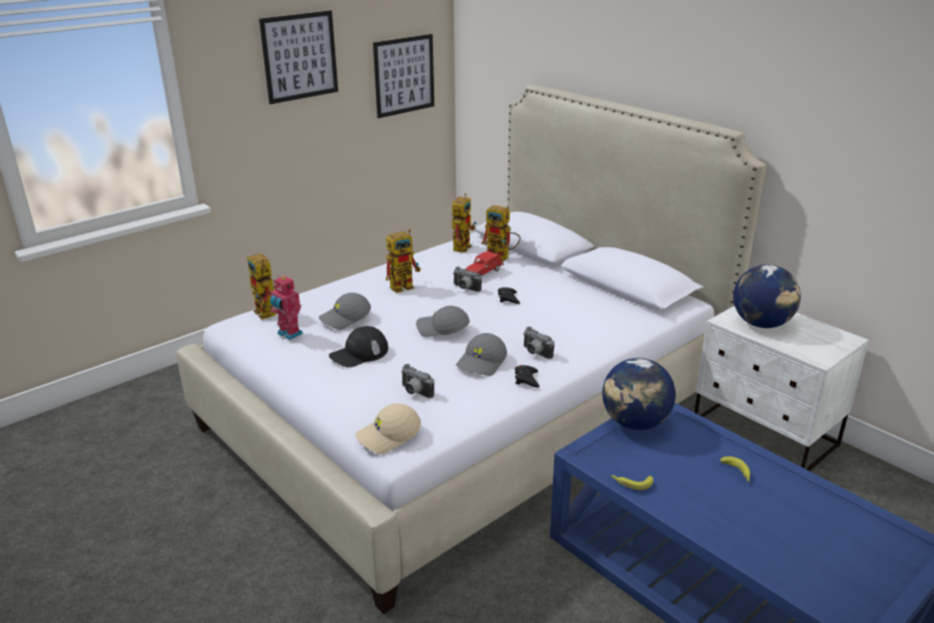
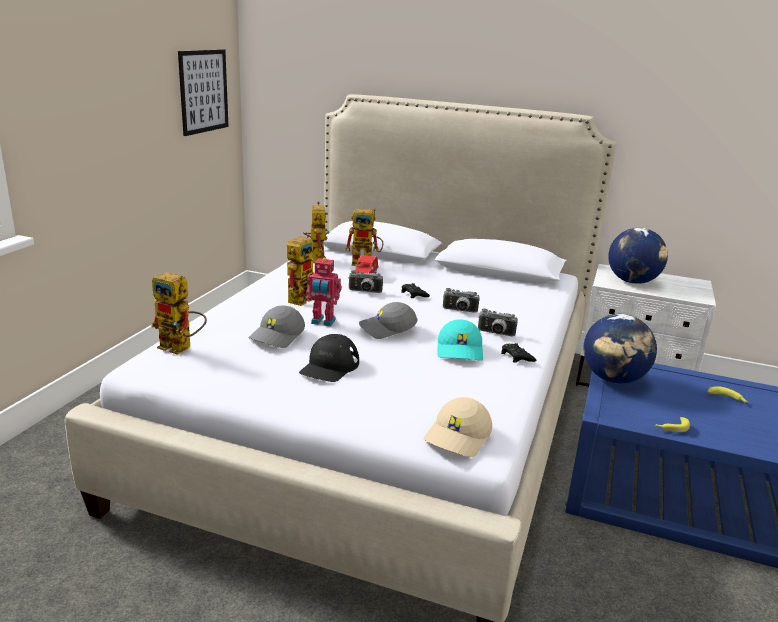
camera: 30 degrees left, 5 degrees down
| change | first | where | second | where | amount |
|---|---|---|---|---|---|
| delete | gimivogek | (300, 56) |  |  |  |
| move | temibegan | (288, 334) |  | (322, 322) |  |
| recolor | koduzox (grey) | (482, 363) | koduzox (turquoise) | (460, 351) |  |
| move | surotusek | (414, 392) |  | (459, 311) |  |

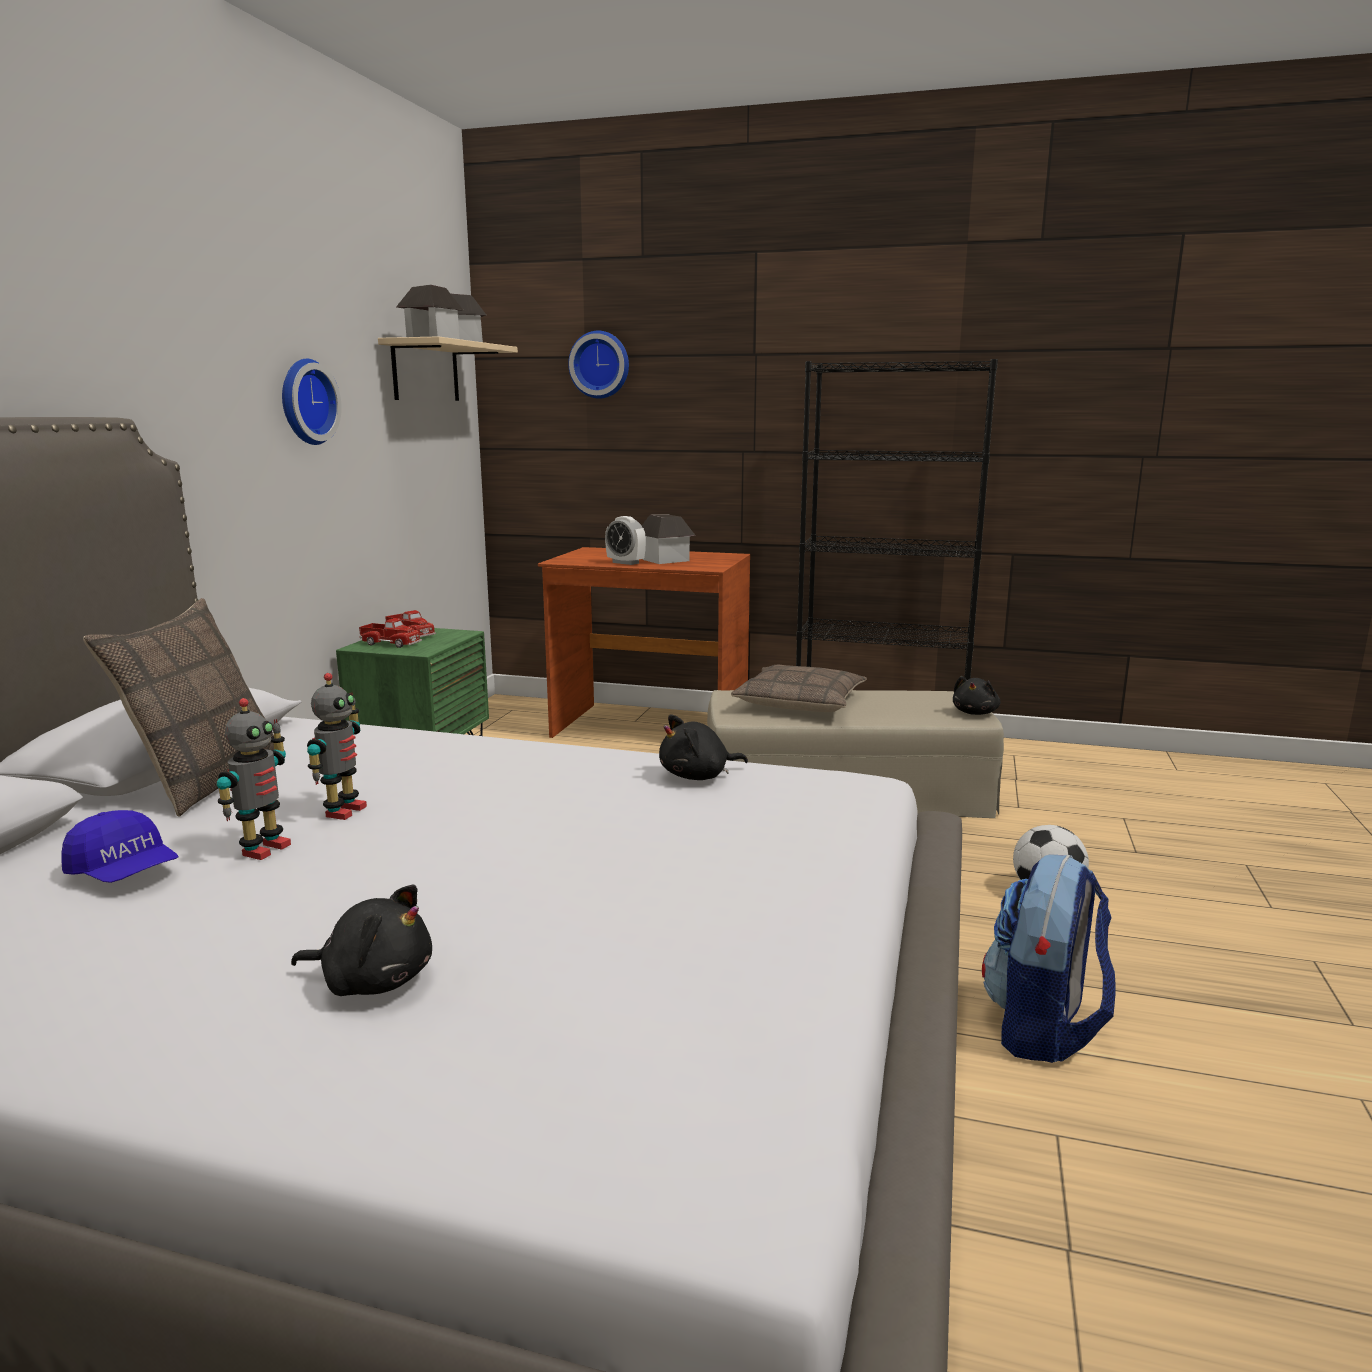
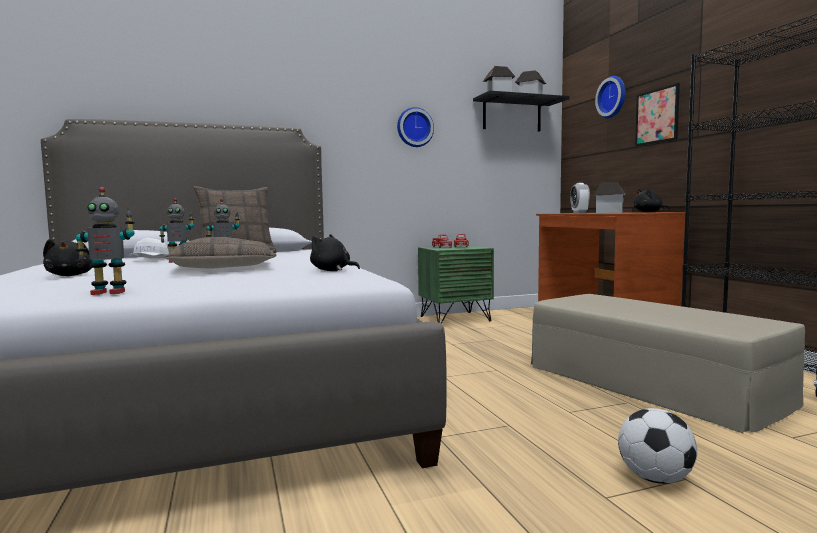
camera: 55 degrees right, 10 degrees down
| change | first | where | second | where | amount |
|---|---|---|---|---|---|
| recolor | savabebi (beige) | (425, 372) | savabebi (black) | (512, 115) |  |
| move | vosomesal | (800, 702) |  | (226, 267) |  |
| move | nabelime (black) | (975, 713) |  | (649, 212) |  |
| recolor | koduzox (blue) | (124, 873) | koduzox (white) | (149, 260) |  |
| delete | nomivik | (1043, 1029) |  |  |  |
| insert |  |  | gimivogek | (657, 116) |  |
| insert |  |  | temibegan | (109, 292) |  |

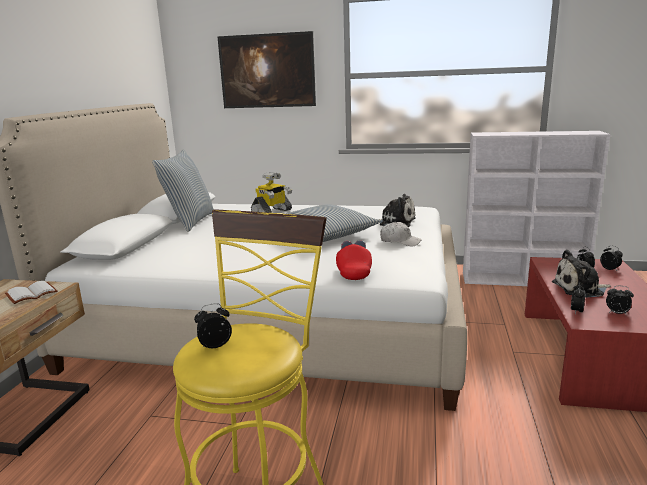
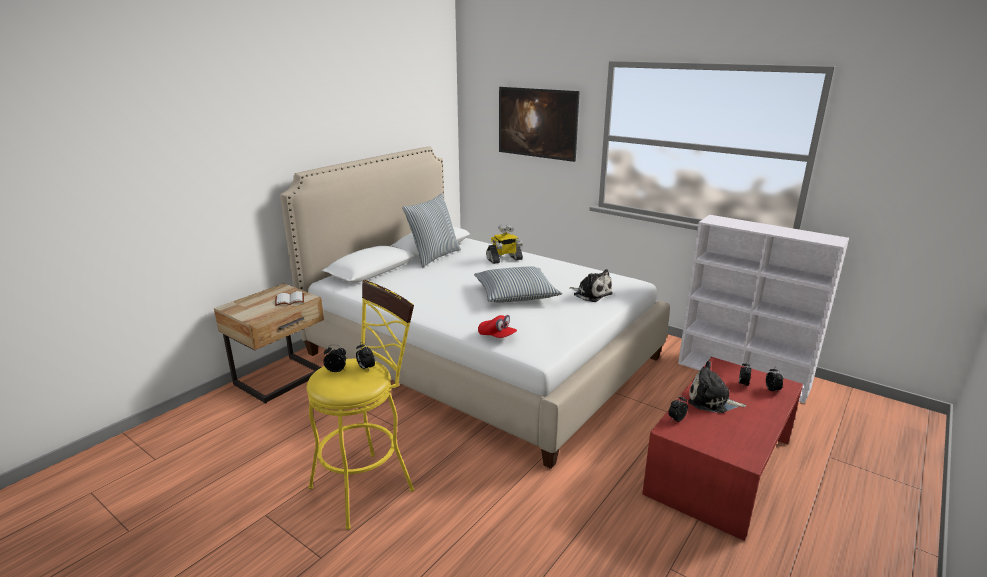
camera: 25 degrees right, 5 degrees up
| change | first | where | second | where | amount |
|---|---|---|---|---|---|
| delete | koduzox (white) | (400, 241) |  |  |  |
| rotate | koduzox (red) | (354, 272) |  | (497, 336) | 105 degrees clockwise |
| move | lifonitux | (617, 313) |  | (365, 368) |  |

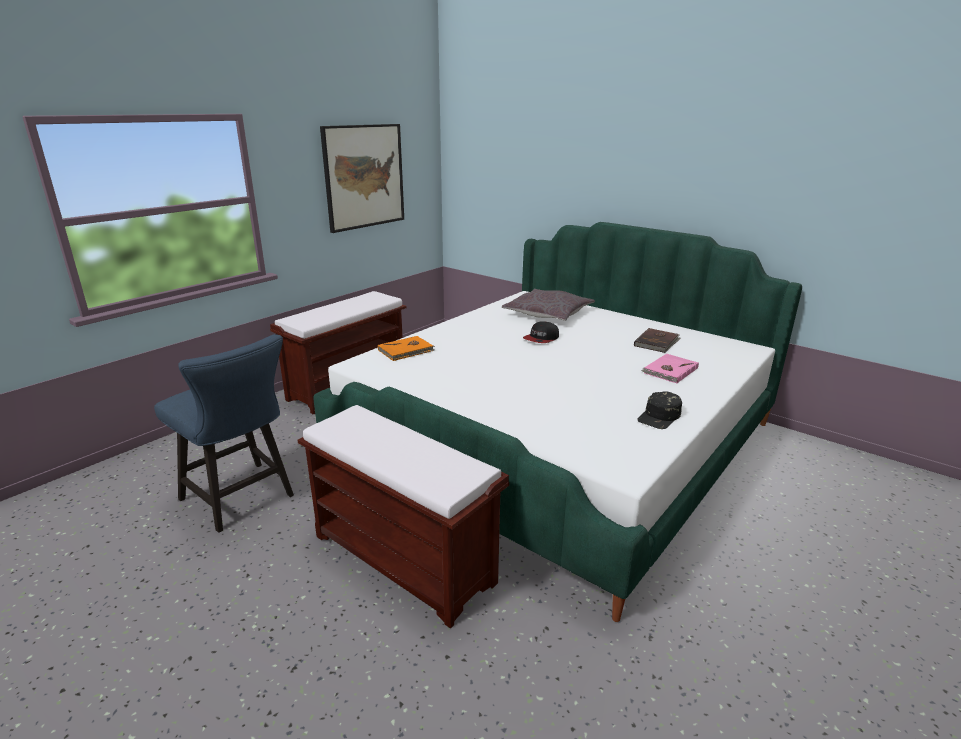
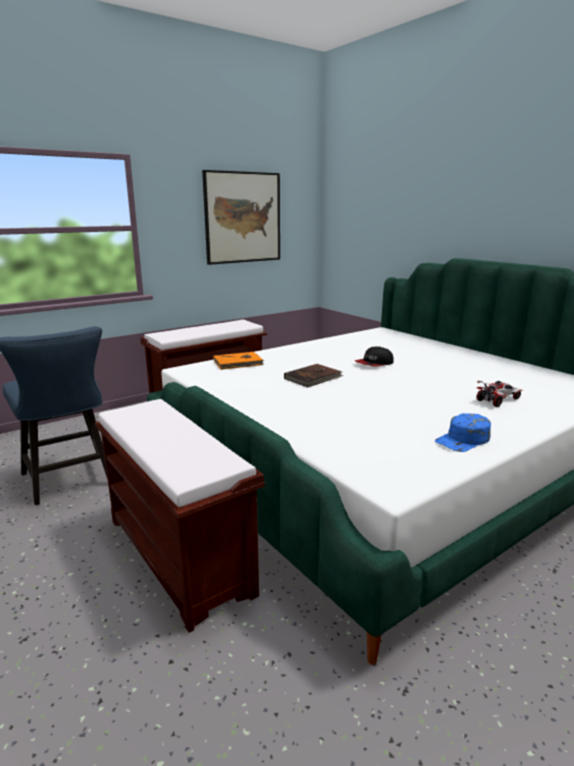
camera: 15 degrees right, 5 degrees down
| change | first | where | second | where | amount |
|---|---|---|---|---|---|
| delete | vosomesal (grey) | (548, 314) |  |  |  |
| move | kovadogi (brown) | (657, 342) |  | (313, 378) |  |
| replace | kovadogi (pink) | (669, 370) | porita | (498, 400) |  |
| recolor | koduzox (black) | (659, 417) | koduzox (blue) | (463, 440) |  |

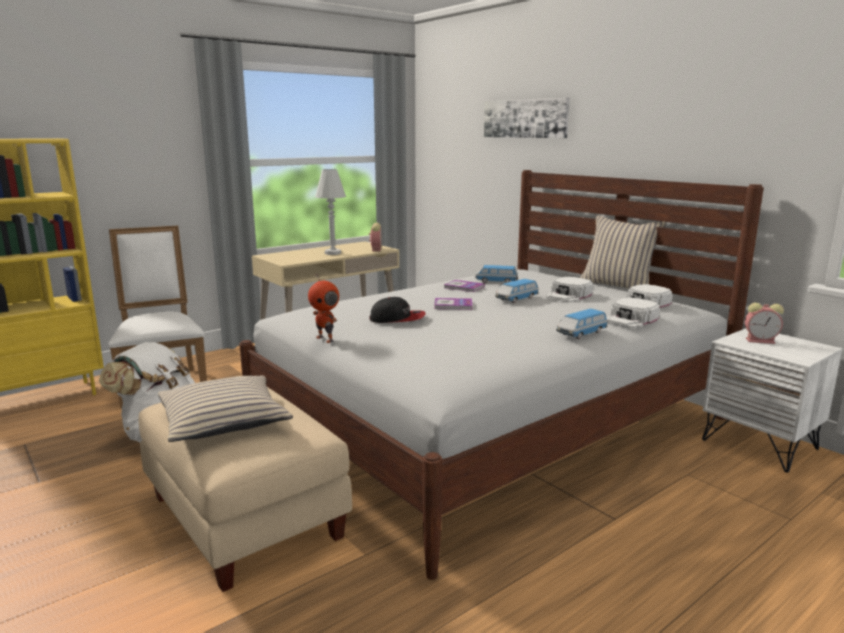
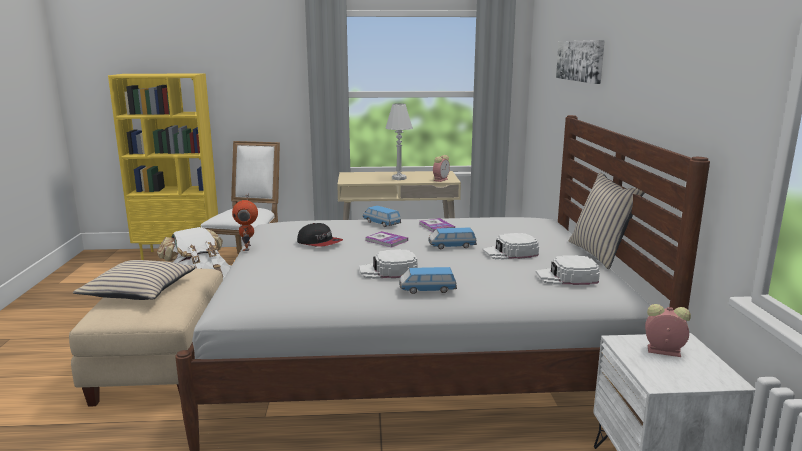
camera: 35 degrees right, 0 degrees up
| change | first | where | second | where | amount |
|---|---|---|---|---|---|
| move | porita | (496, 281) |  | (381, 223) |  |
| move | koduzox (white) | (631, 319) |  | (388, 271) |  |
| rotate | lifonitux | (761, 341) |  | (662, 351) | 150 degrees clockwise |

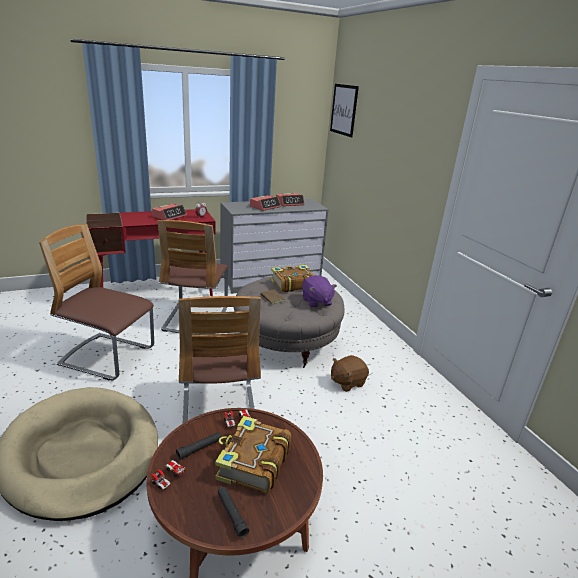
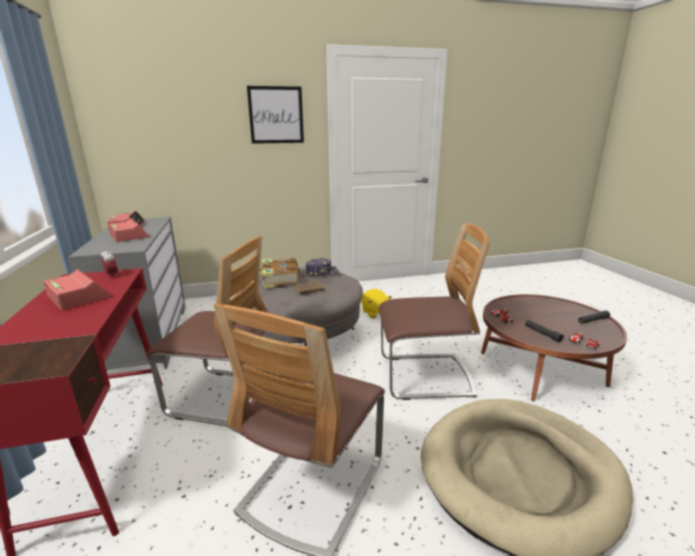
camera: 80 degrees left, 5 degrees down
| change | first | where | second | where | amount |
|---|---|---|---|---|---|
| move | gimivogek | (344, 110) |  | (276, 115) |  |
| replace | nabelime (purple) | (316, 302) | koduzox | (322, 273) |  |
| recolor | nabelime (brown) | (347, 382) | nabelime (yellow) | (375, 313) |  |
| delete | kovadogi | (252, 463) |  |  |  |

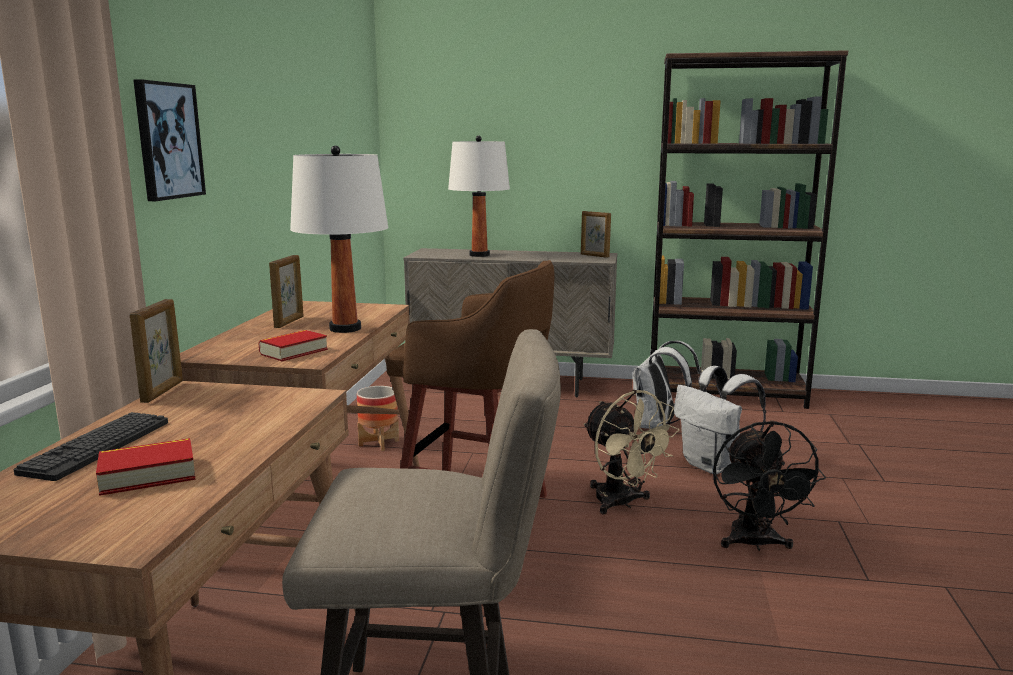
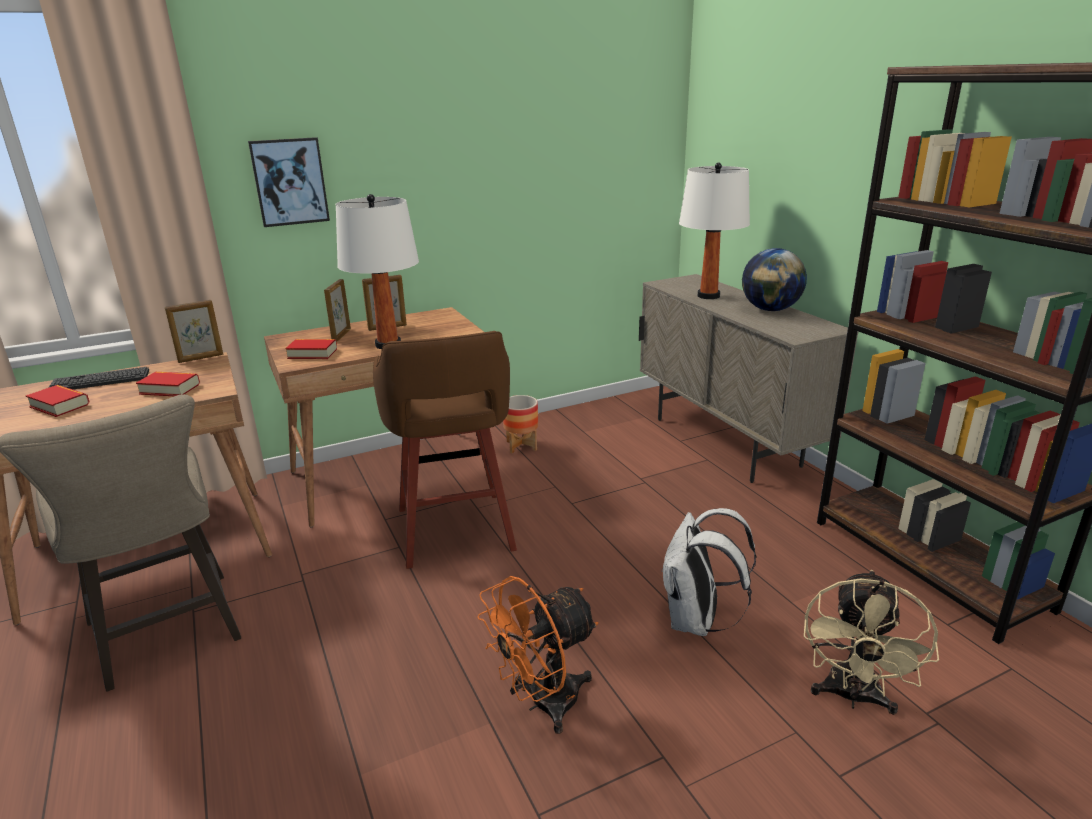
camera: 55 degrees right, 10 degrees up
| change | first | where | second | where | amount |
|---|---|---|---|---|---|
| move | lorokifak | (594, 256) |  | (341, 335) |  |
| delete | nomivik (white) | (658, 426) |  |  |  |
| move | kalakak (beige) | (622, 503) |  | (852, 697) |  |
| recolor | kalakak (black) | (755, 544) | kalakak (orange) | (542, 704) |  |
| insert |  |  | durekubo | (770, 309) |  |
| insert |  |  | kovadogi | (170, 389) |  |

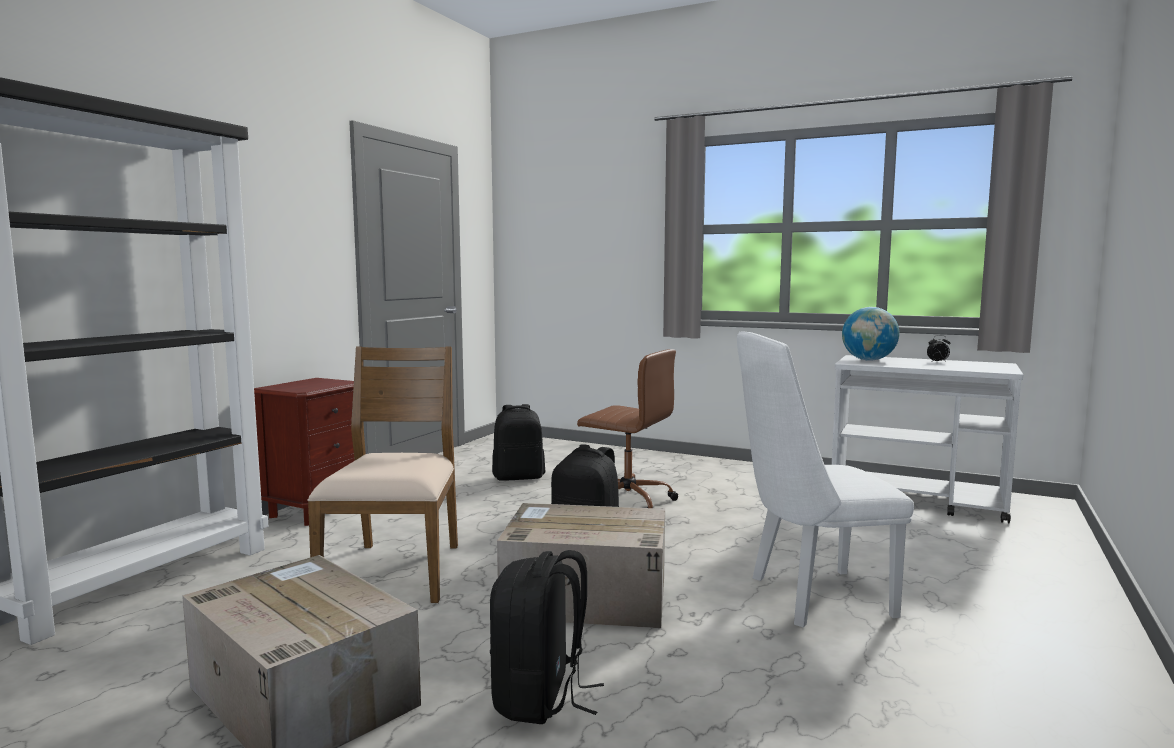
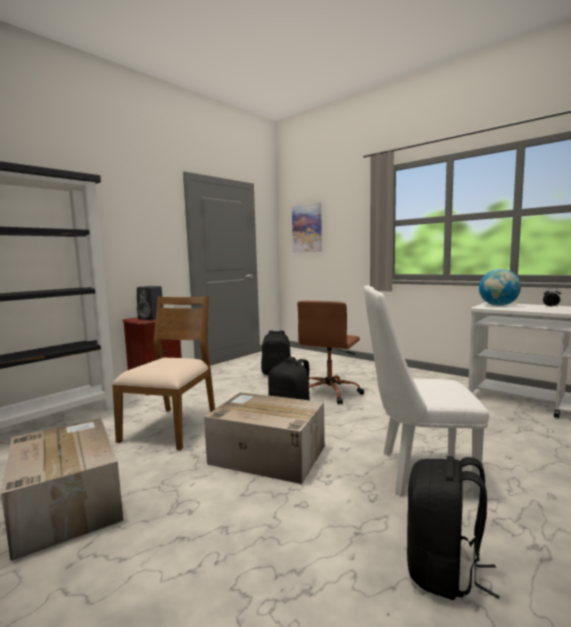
camera: 15 degrees right, 0 degrees up
| change | first | where | second | where | amount |
|---|---|---|---|---|---|
| rotate | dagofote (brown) | (626, 502) |  | (330, 392) | 75 degrees clockwise |
| move | nomivik (black) | (541, 698) |  | (443, 570) |  |
| insert |  |  | gimivogek | (307, 228) |  |
| insert |  |  | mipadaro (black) | (152, 318) |  |

